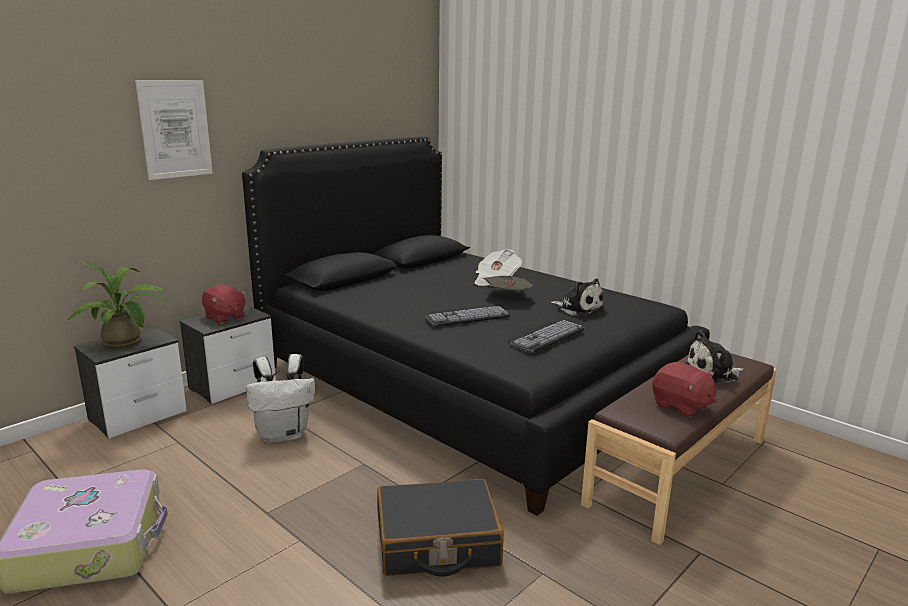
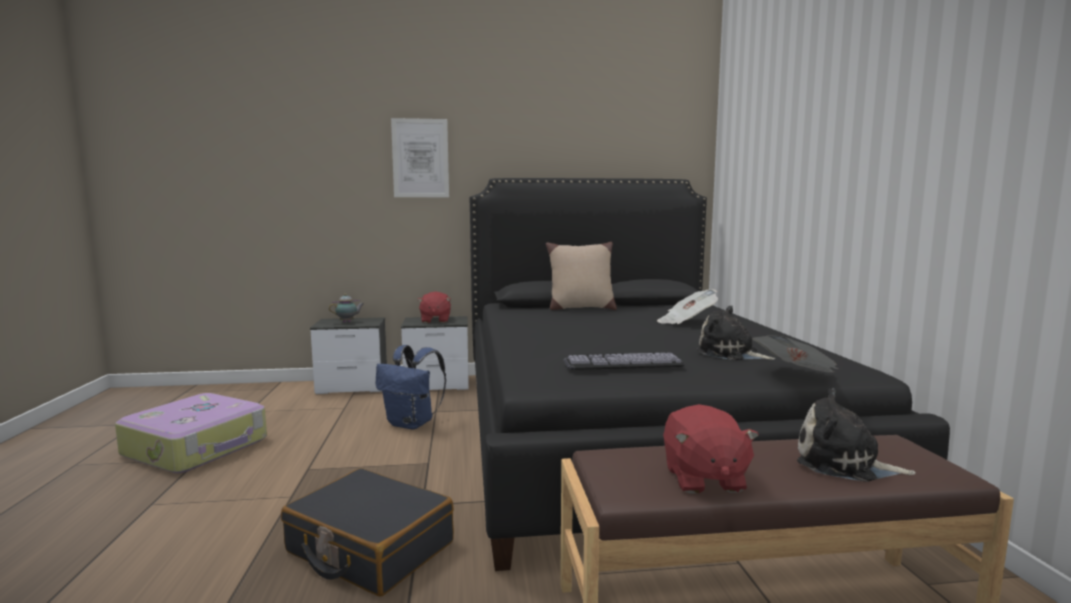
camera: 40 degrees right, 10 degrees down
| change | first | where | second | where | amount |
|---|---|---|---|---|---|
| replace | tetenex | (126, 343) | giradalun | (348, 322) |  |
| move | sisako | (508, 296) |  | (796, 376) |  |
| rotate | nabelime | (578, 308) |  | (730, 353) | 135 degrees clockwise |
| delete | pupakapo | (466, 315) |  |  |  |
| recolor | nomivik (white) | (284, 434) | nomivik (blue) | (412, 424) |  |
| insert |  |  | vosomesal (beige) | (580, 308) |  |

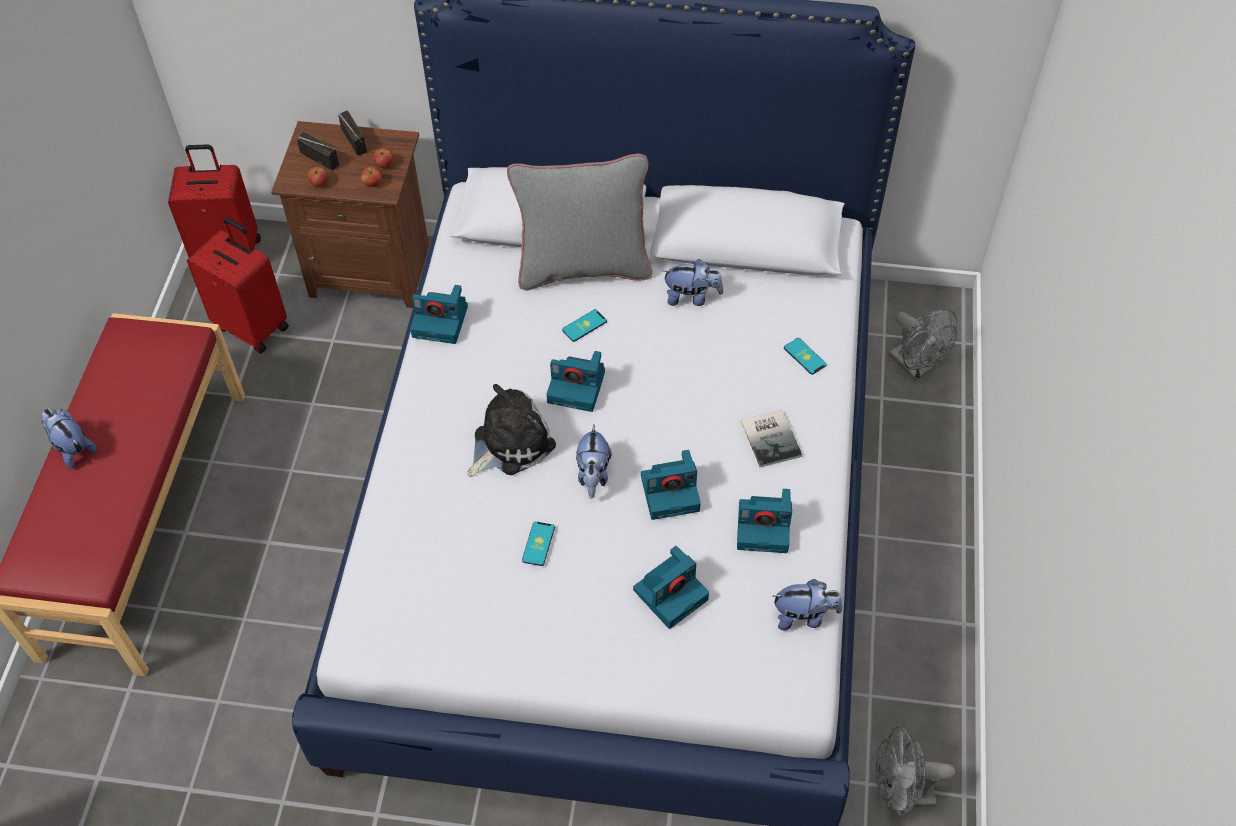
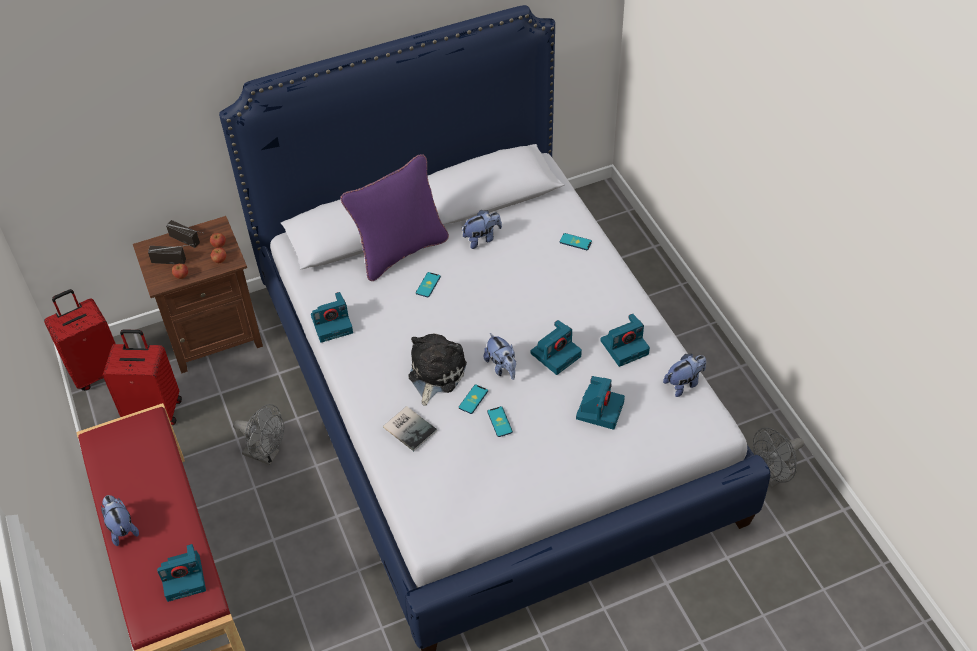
camera: 30 degrees left, 5 degrees down
| change | first | where | second | where | amount |
|---|---|---|---|---|---|
| recolor | vosomesal (grey) | (583, 267) | vosomesal (purple) | (400, 251) |  |
| move | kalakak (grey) | (915, 367) |  | (266, 454) |  |
| move | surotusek | (578, 387) |  | (185, 577) |  |
| rotate | nabelime | (72, 448) |  | (121, 528) | 45 degrees clockwise |
| move | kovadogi | (772, 437) |  | (410, 427) |  |
| insert |  |  | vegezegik | (473, 399) |  |

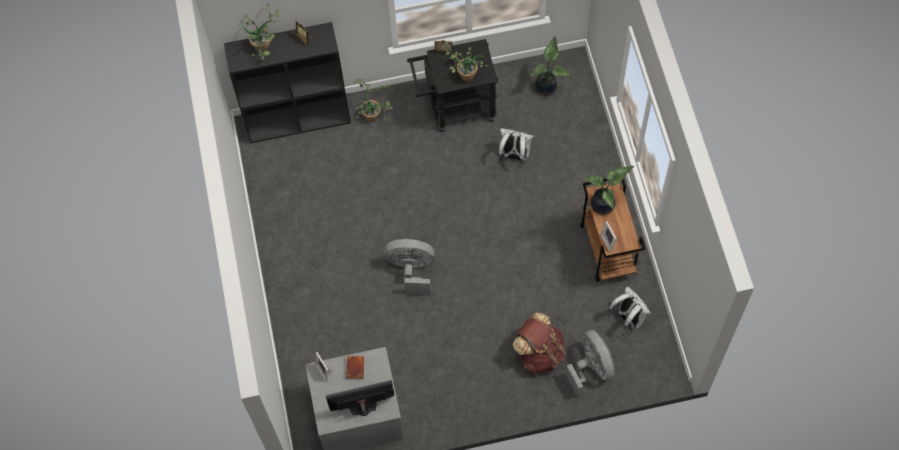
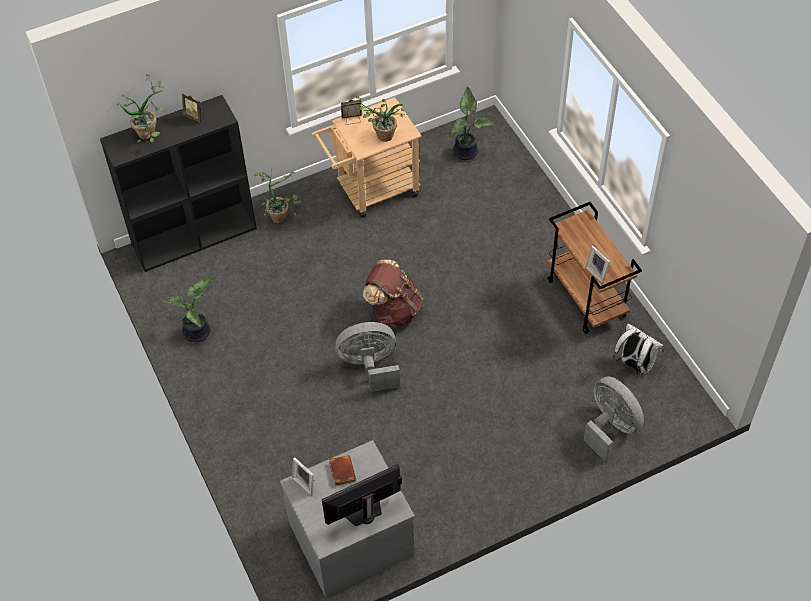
camera: 15 degrees left, 10 degrees down
| change | first | where | second | where | amount |
|---|---|---|---|---|---|
| recolor | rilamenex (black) | (455, 108) | rilamenex (beige) | (371, 191) |  |
| delete | nomivik (white) | (514, 155) |  |  |  |
| move | tetenex | (604, 205) |  | (198, 332) |  |
| move | nomivik (brown) | (539, 353) |  | (394, 310) |  |

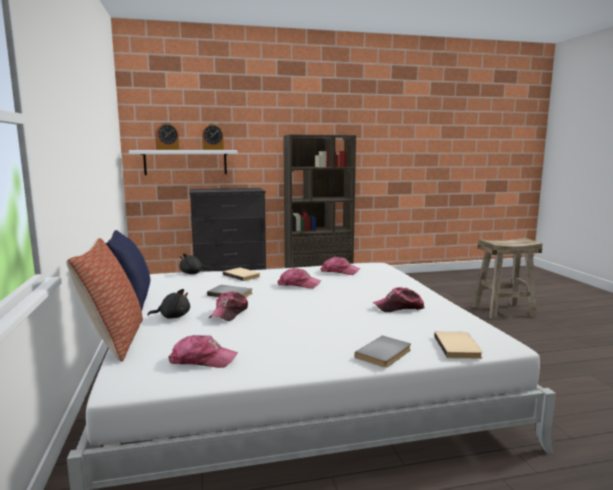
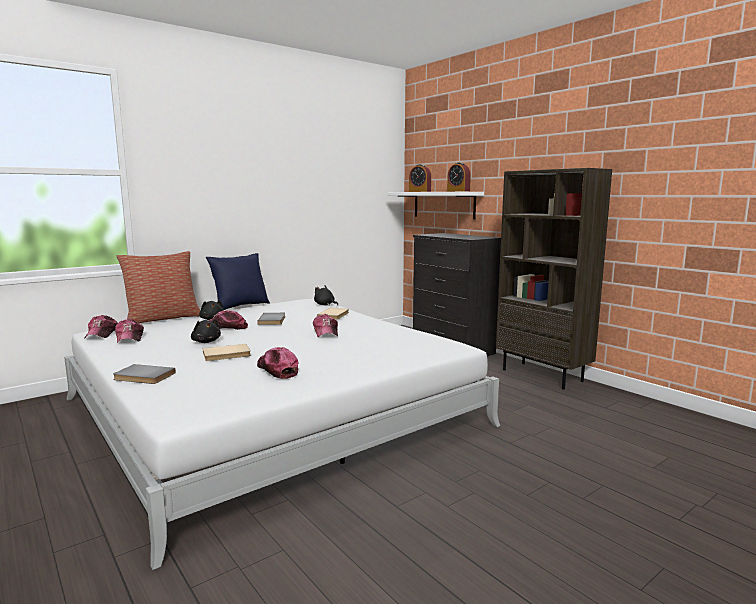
camera: 65 degrees right, 0 degrees up
| change | first | where | second | where | amount |
|---|---|---|---|---|---|
| delete | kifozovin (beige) | (503, 311) |  |  |  |
| move | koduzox | (339, 272) |  | (102, 334) |  |
| move | kovadogi (beige) | (459, 347) |  | (227, 355) |  |
| insert |  |  | nabelime (black) | (206, 342) |  |

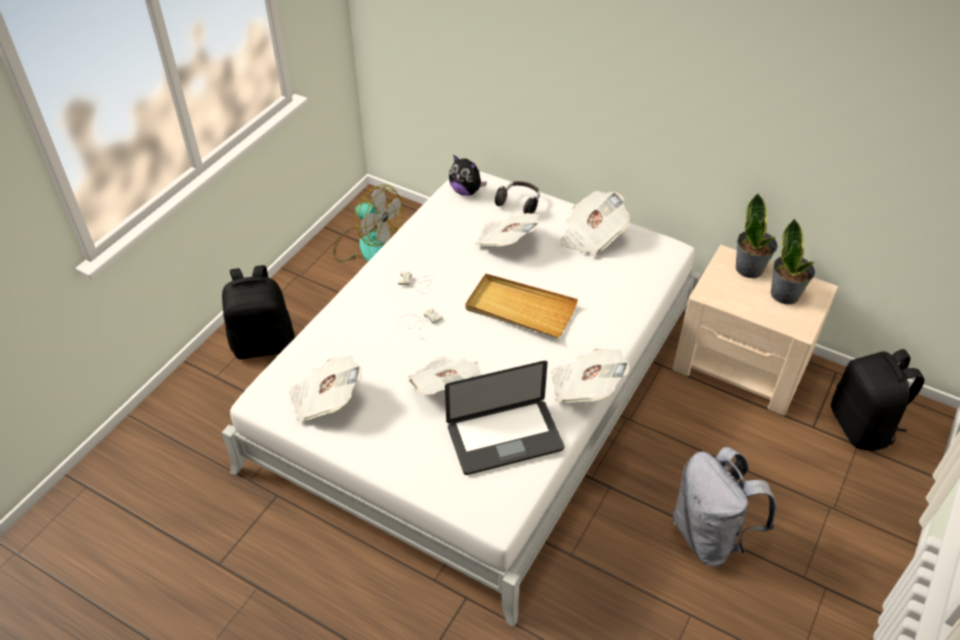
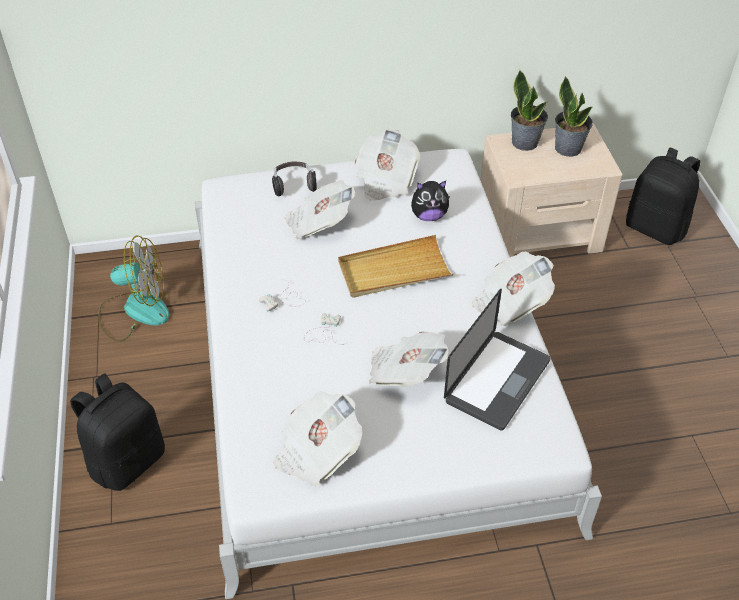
camera: 40 degrees left, 0 degrees up
| change | first | where | second | where | amount |
|---|---|---|---|---|---|
| move | nabelime | (466, 191) |  | (429, 216) |  |
| delete | nomivik (grey) | (710, 536) |  |  |  |

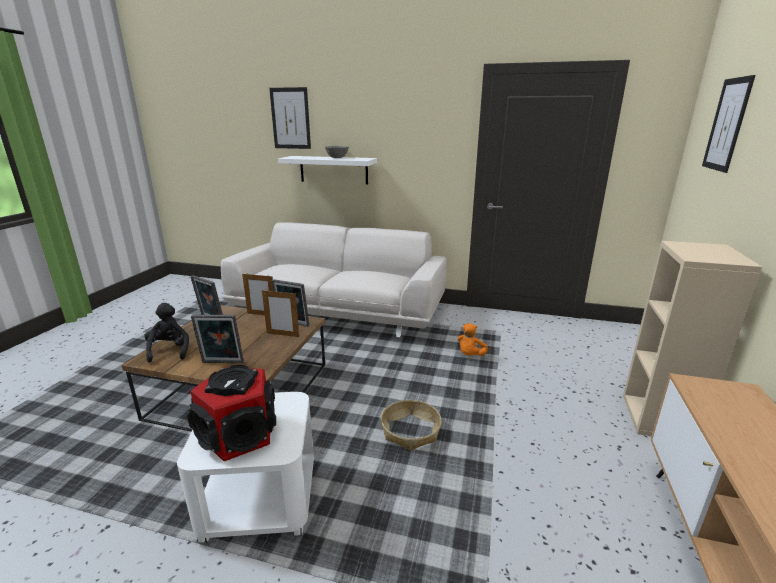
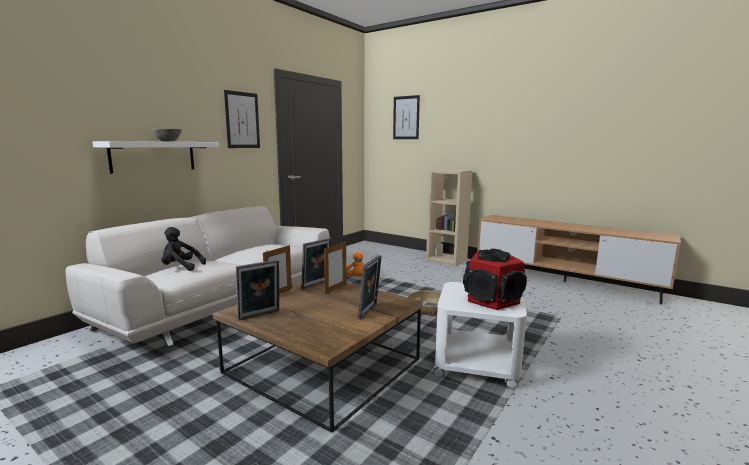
camera: 70 degrees left, 10 degrees down
| change | first | where | second | where | amount |
|---|---|---|---|---|---|
| move | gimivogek | (290, 118) |  | (242, 120) |  |
| move | nabelime (black) | (170, 350) |  | (180, 267) |  |

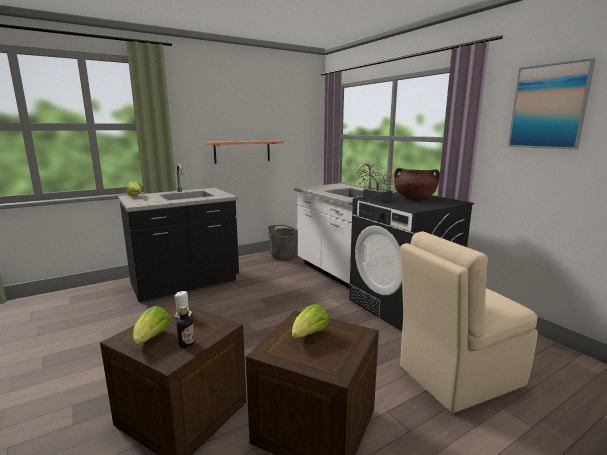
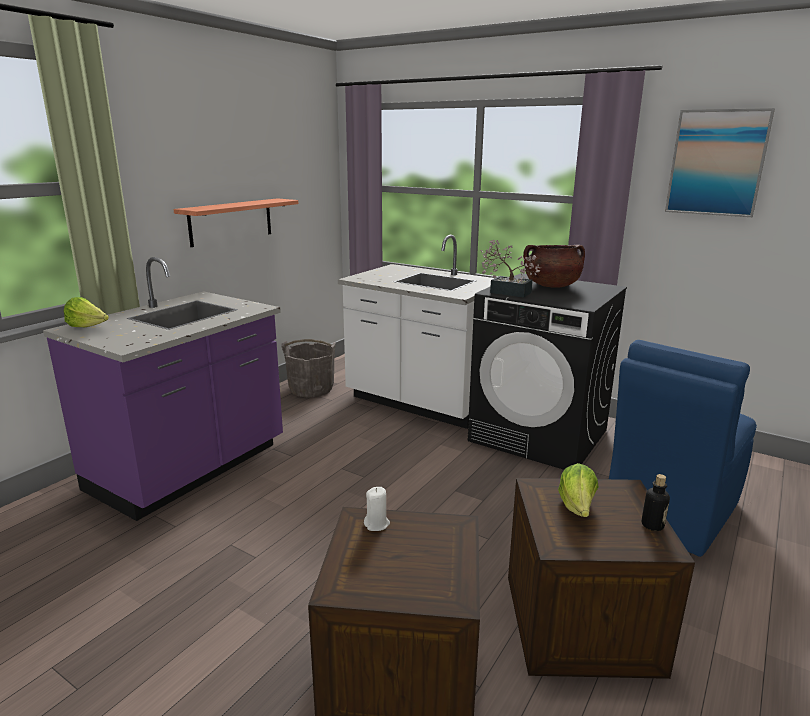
camera: 25 degrees left, 5 degrees up
| change | first | where | second | where | amount |
|---|---|---|---|---|---|
| recolor | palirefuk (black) | (185, 283) | palirefuk (purple) | (190, 468) |  |
| recolor | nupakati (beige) | (457, 376) | nupakati (blue) | (670, 511) |  |
| delete | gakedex | (151, 338) |  |  |  |
| move | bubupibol | (186, 343) |  | (652, 525) |  |

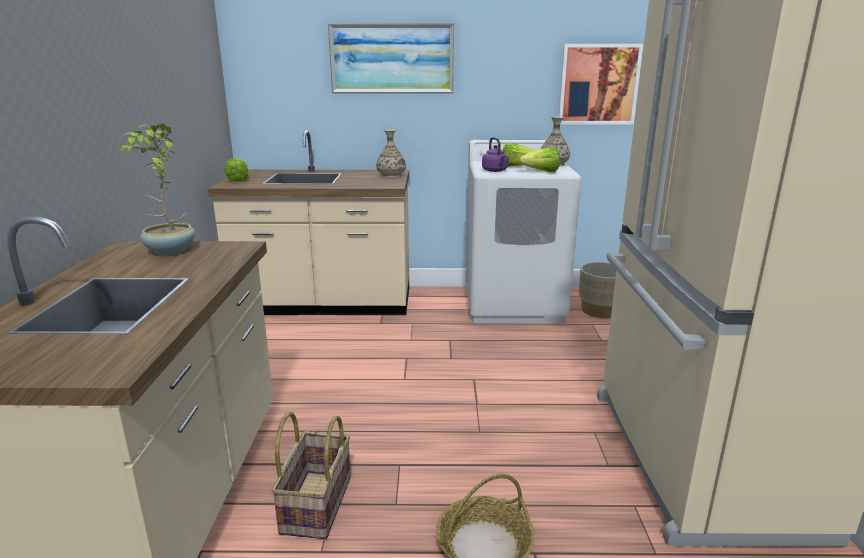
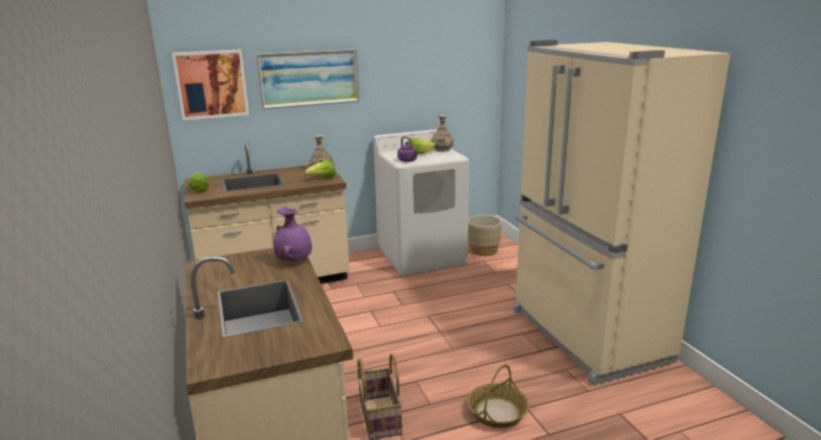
camera: 20 degrees left, 0 degrees up
| change | first | where | second | where | amount |
|---|---|---|---|---|---|
| move | gimivogek | (598, 84) |  | (211, 84) |  |
| delete | tetenex | (169, 251) |  |  |  |
| move | gakedex | (541, 172) |  | (322, 179) |  |
| insert |  |  | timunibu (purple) | (294, 260) |  |

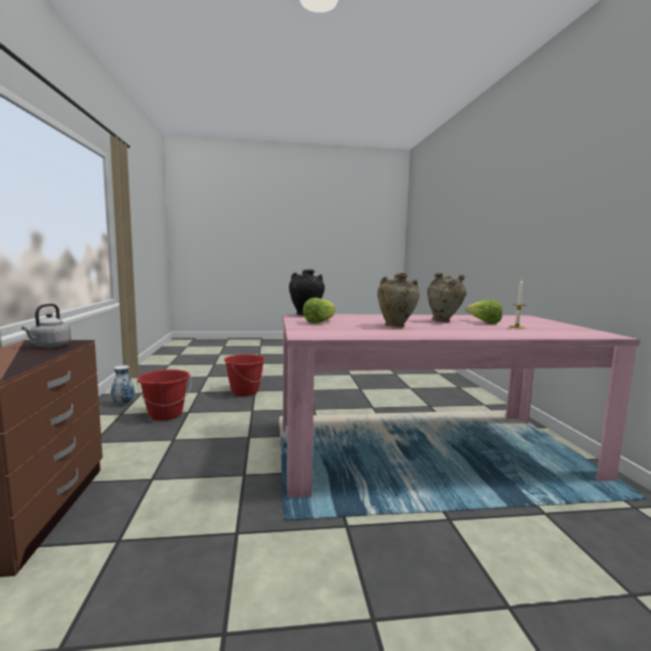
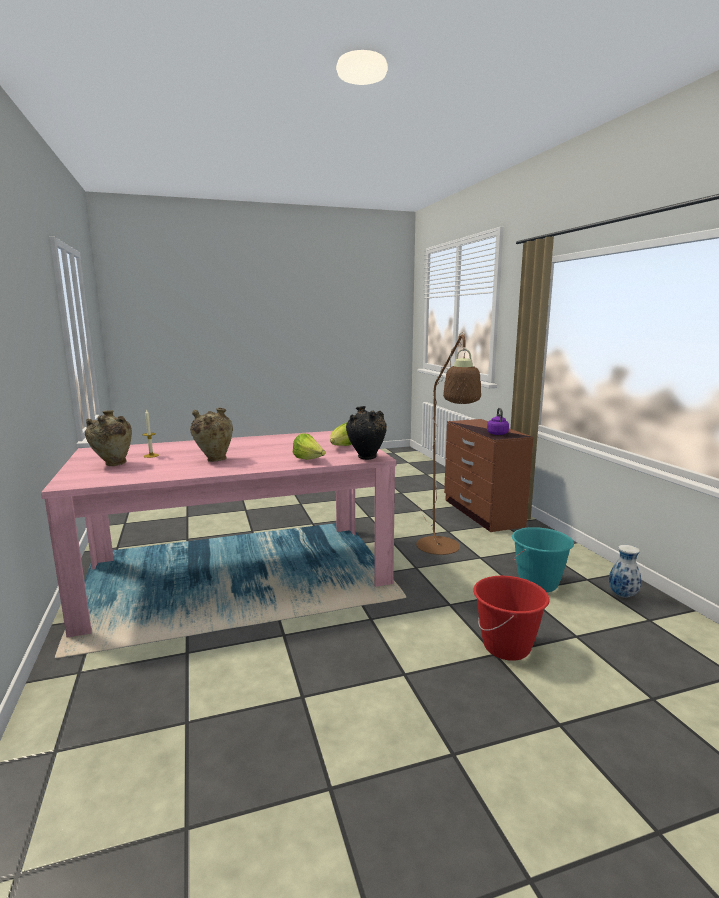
camera: 170 degrees right, 5 degrees up
| change | first | where | second | where | amount |
|---|---|---|---|---|---|
| move | timunibu (beige) | (396, 326) |  | (113, 464) |  |
| move | gakedex | (483, 322) |  | (309, 460) |  |
| recolor | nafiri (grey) | (49, 346) | nafiri (purple) | (497, 433) |  |
| recolor | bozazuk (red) | (165, 415) | bozazuk (turquoise) | (538, 584) |  |
| insert |  |  | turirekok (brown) | (441, 550) |  |

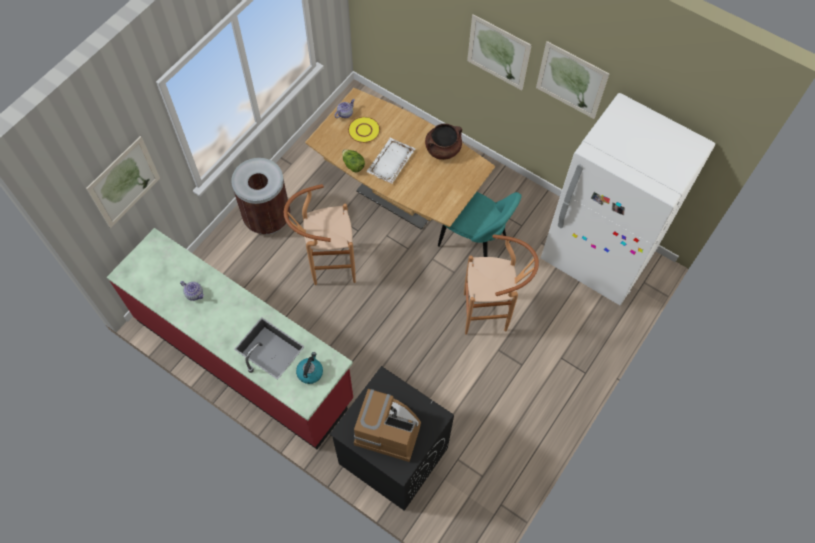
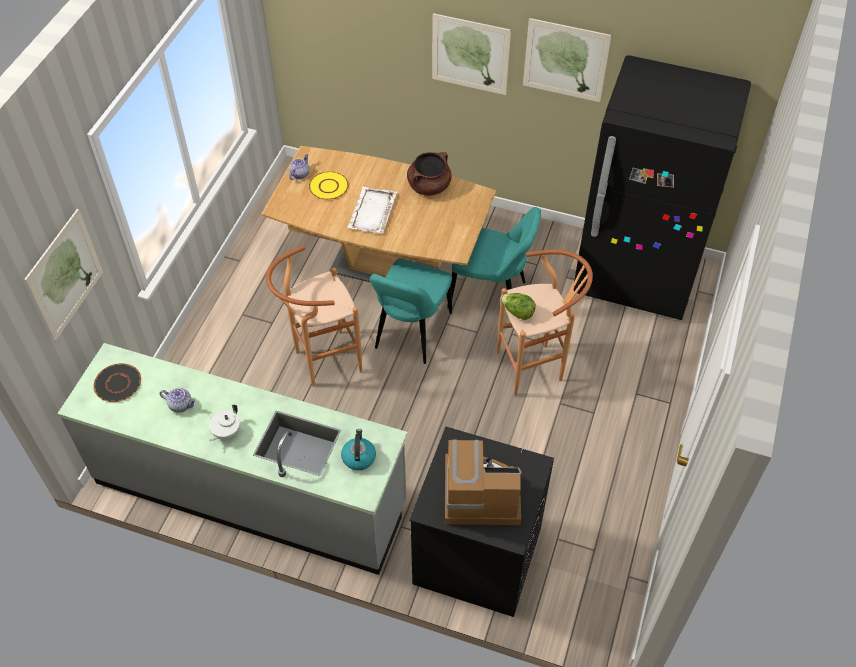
camera: 15 degrees left, 10 degrees down
| change | first | where | second | where | amount |
|---|---|---|---|---|---|
| recolor | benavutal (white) | (597, 257) | benavutal (black) | (635, 277) |  |
| move | gakedex | (353, 165) |  | (517, 312) |  |
| delete | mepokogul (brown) | (267, 217) |  |  |  |
| recolor | palirefuk (red) | (244, 359) | palirefuk (grey) | (251, 492) |  |
| insert |  |  | nupakati (turquoise) | (411, 333) |  |
| insert |  |  | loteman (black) | (118, 384) |  |
| insert |  |  | giradalun (white) | (226, 432) |  |

